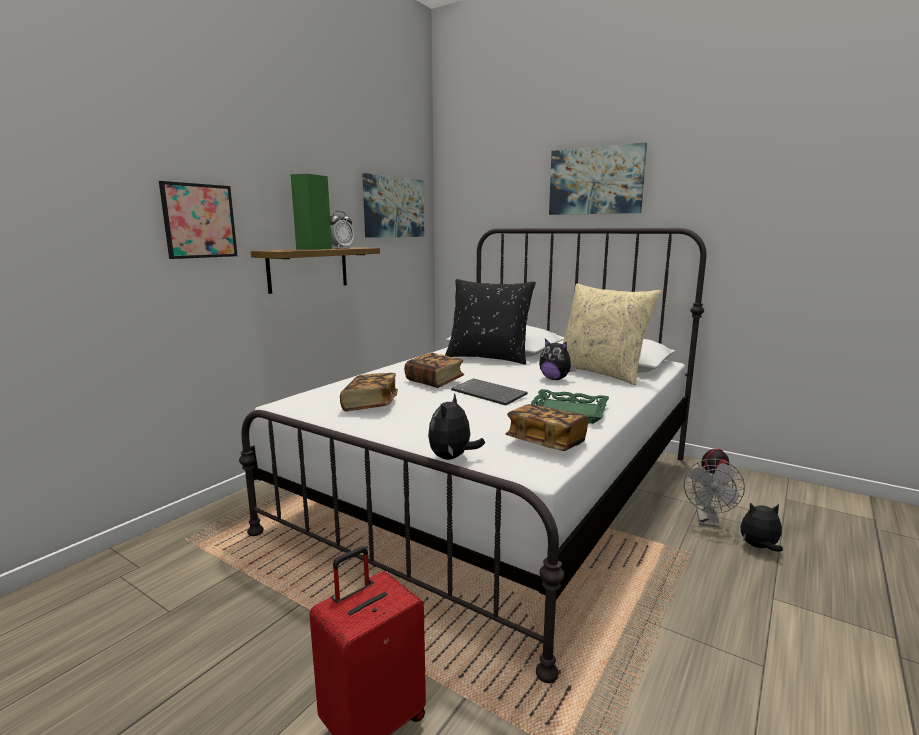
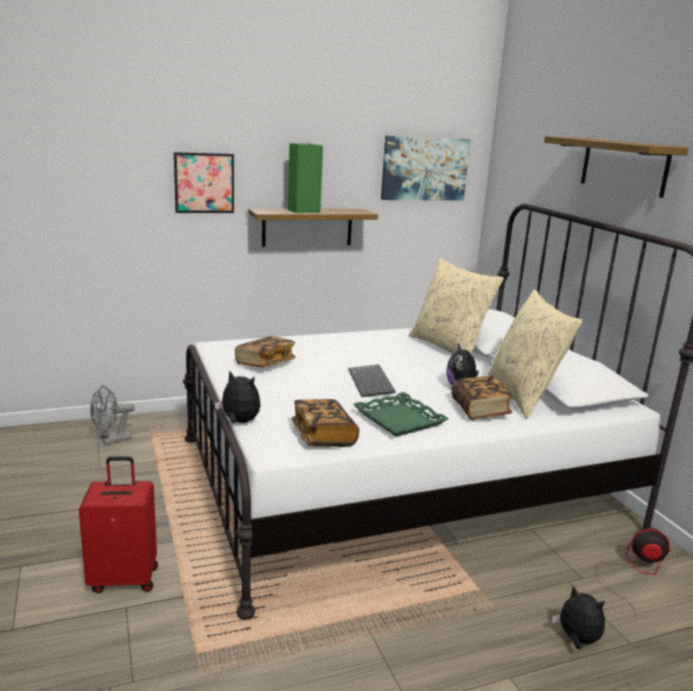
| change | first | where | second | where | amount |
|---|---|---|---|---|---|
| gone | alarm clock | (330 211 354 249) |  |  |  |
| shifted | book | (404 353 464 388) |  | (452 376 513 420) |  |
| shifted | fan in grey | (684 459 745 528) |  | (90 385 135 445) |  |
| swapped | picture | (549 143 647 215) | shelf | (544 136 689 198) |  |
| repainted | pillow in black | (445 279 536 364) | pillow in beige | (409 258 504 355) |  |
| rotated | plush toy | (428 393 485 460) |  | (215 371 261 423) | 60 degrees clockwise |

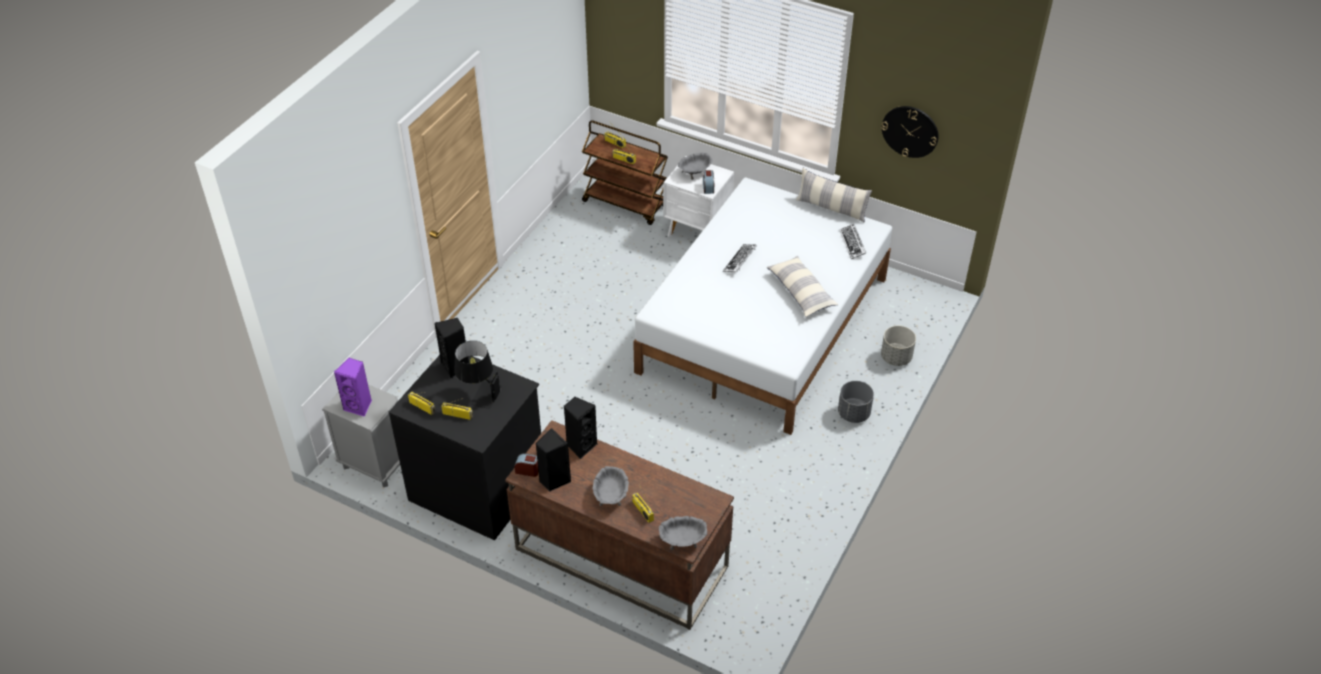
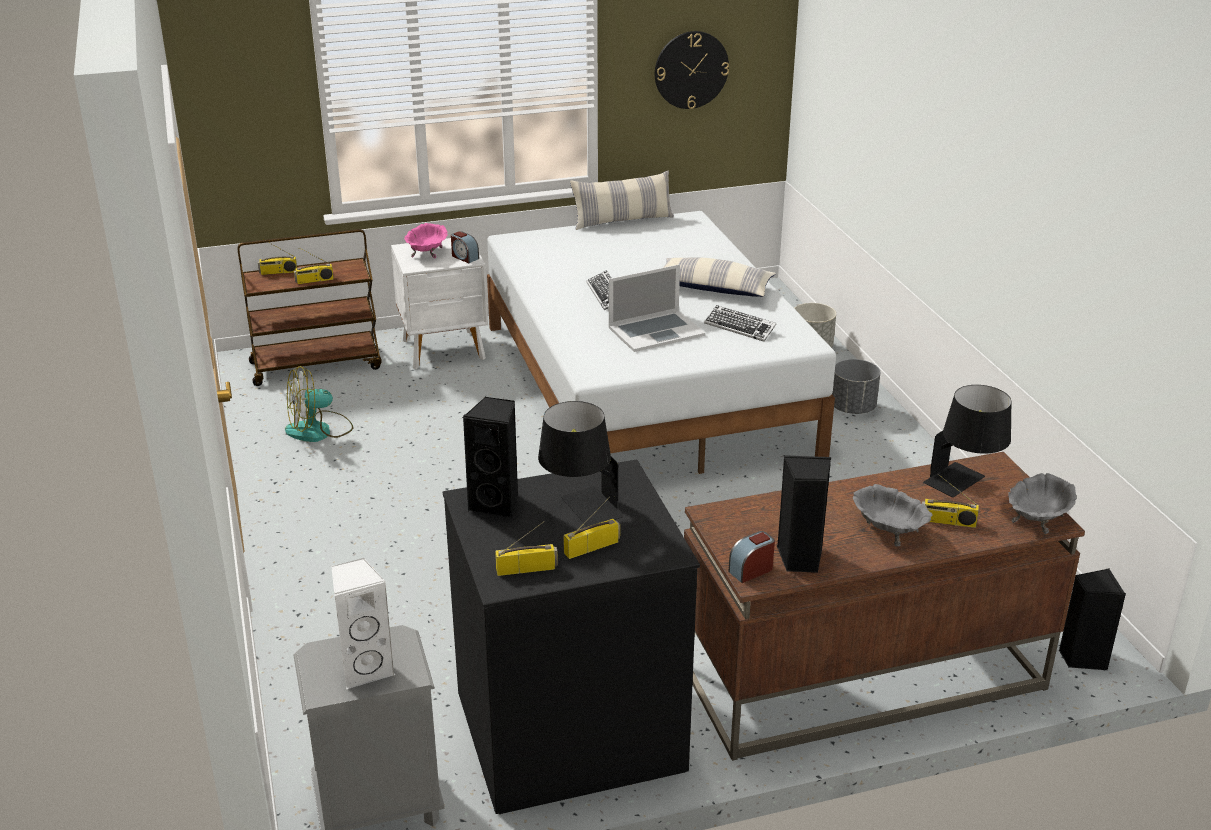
| change | first | where | second | where | amount |
|---|---|---|---|---|---|
| new |  |  | fan | (285 366 353 442) |  |
| new |  |  | laptop | (609 264 705 352) |  |
| new |  |  | table lamp in black | (923 385 1011 497) |  |
| shifted | speaker in black | (564 397 597 459) |  | (1059 568 1126 670) |  |
| shifted | keyboard | (840 224 866 259) |  | (704 305 776 342) |  |
| repainted | speaker in purple | (334 358 372 417) | speaker in white | (331 558 395 689) |  |
| repainted | bowl in grey | (678 152 713 180) | bowl in pink | (404 223 448 259) |  |

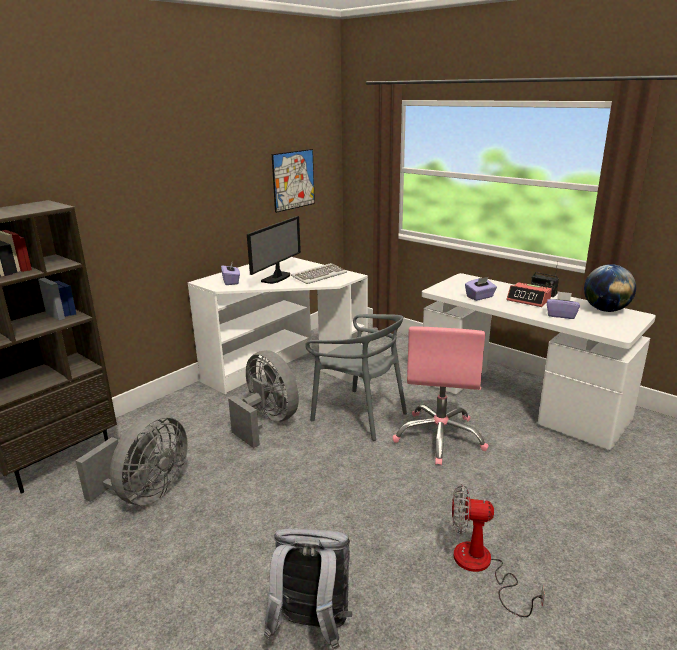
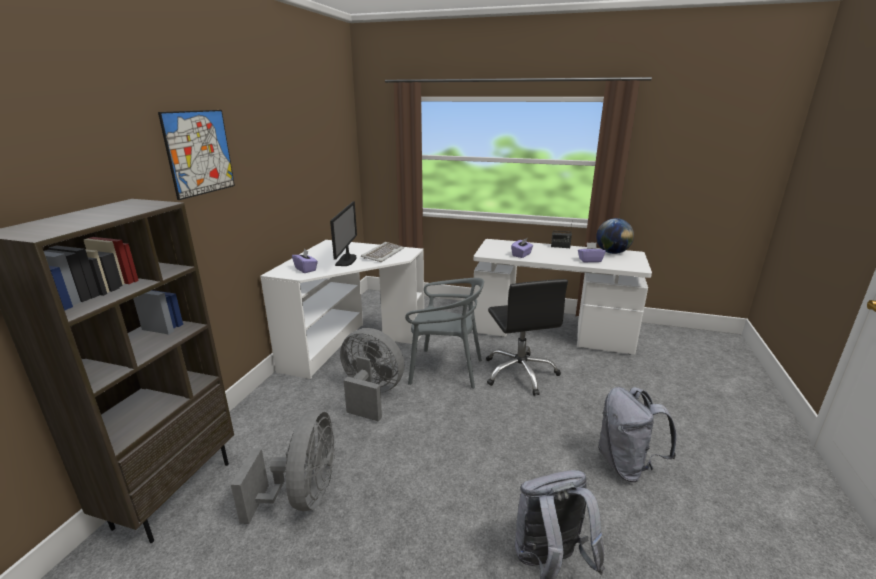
| change | first | where | second | where | amount |
|---|---|---|---|---|---|
| gone | alarm clock | (506 282 552 307) |  |  |  |
| shifted | picture | (272 149 315 213) |  | (158 110 235 200) |  |
| swapped | fan | (452 484 545 617) | backpack in grey | (598 387 677 482) |  |
| repainted | office chair in pink | (392 326 489 466) | office chair in black | (486 279 568 396) |  |

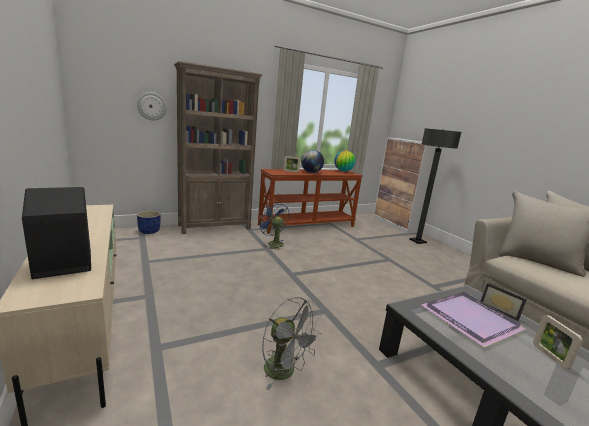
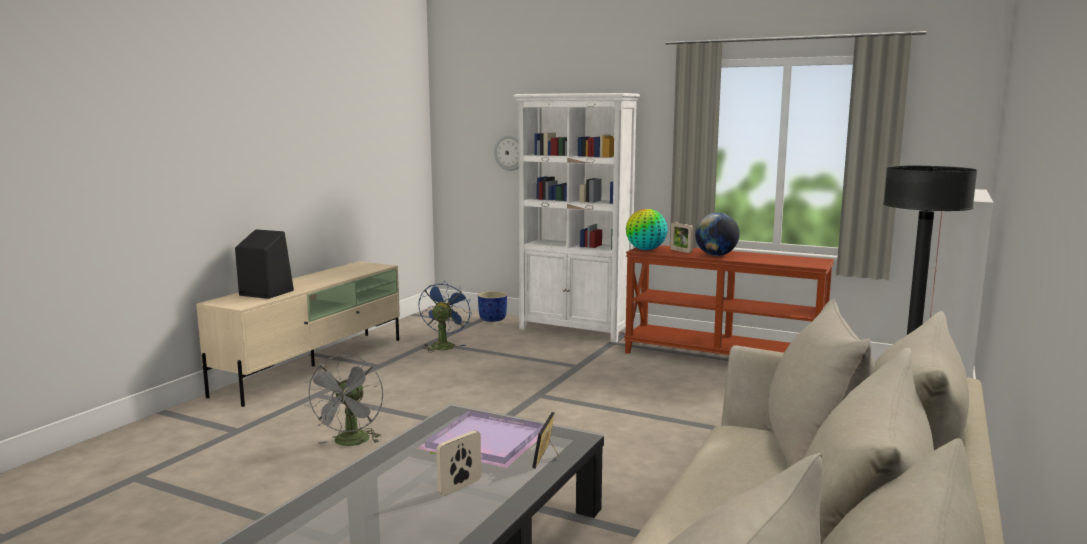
| change | first | where | second | where | amount |
|---|---|---|---|---|---|
| shifted | fan in blue | (257 202 289 249) |  | (418 280 472 351) |  |
| shifted | globe | (334 150 355 172) |  | (626 209 668 250) |  |
| repainted | bookcase in brown | (174 61 262 234) | bookcase in white | (514 93 640 343) |  |

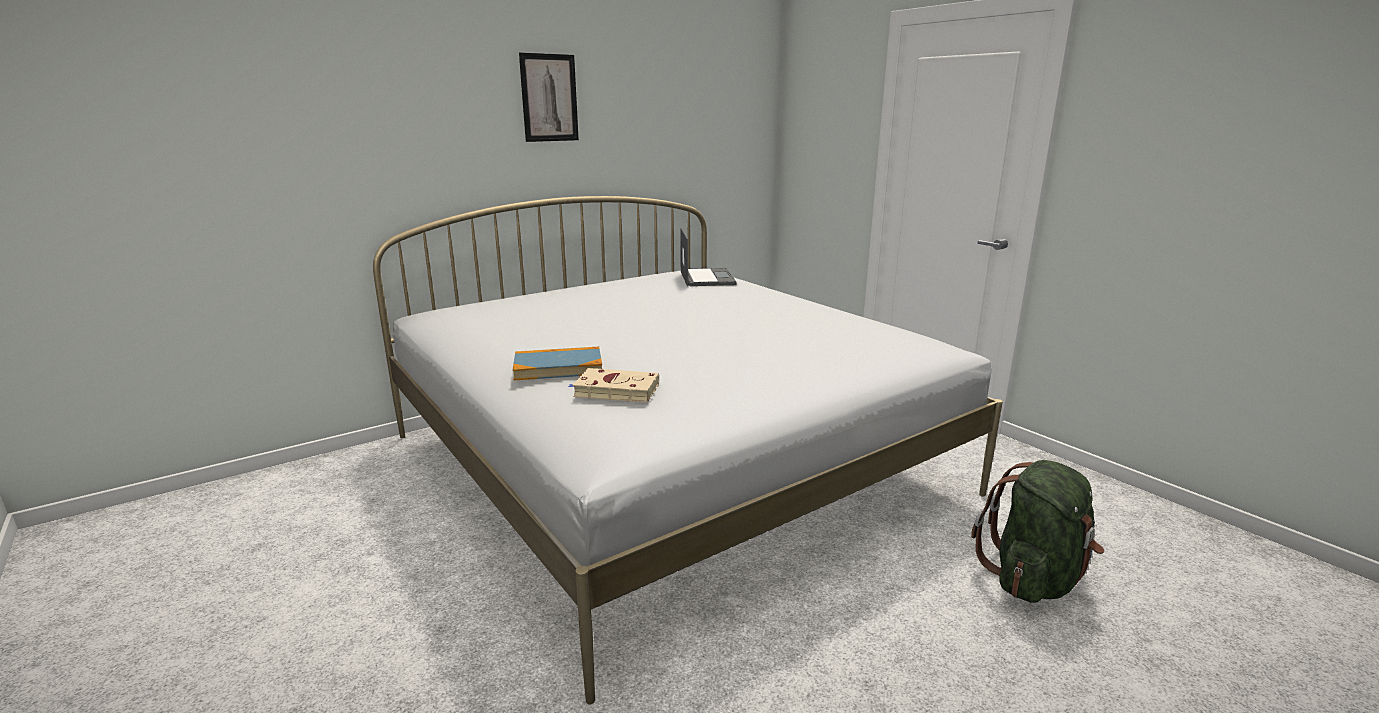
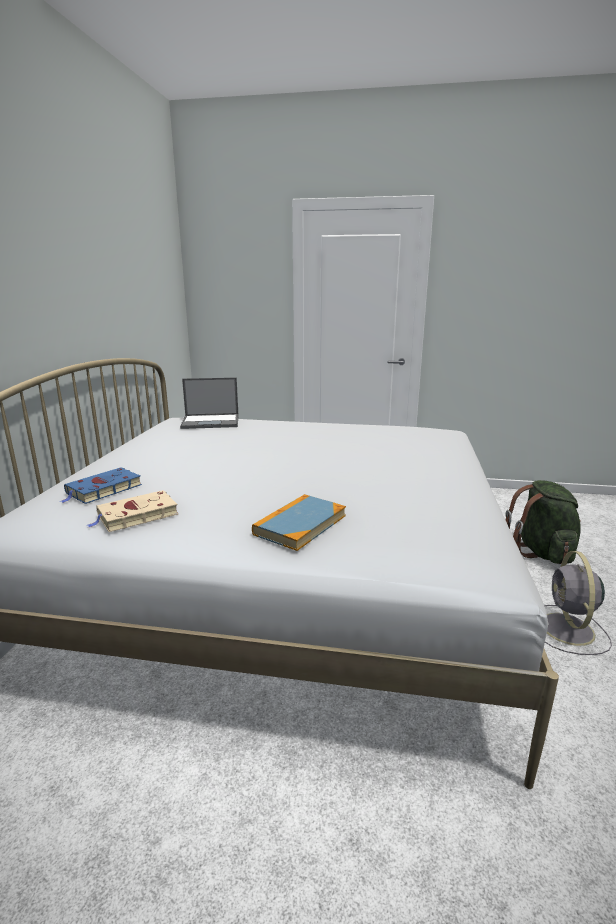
| change | first | where | second | where | amount |
|---|---|---|---|---|---|
| gone | picture | (519 52 579 142) |  |  |  |
| new |  |  | book in blue | (60 467 142 504) |  |
| new |  |  | fan in grey | (545 551 612 655) |  |
| shifted | book in beige | (568 368 659 403) |  | (87 490 178 532) |  |
| rotated | laptop | (680 228 737 286) |  | (180 377 239 429) | 135 degrees clockwise |

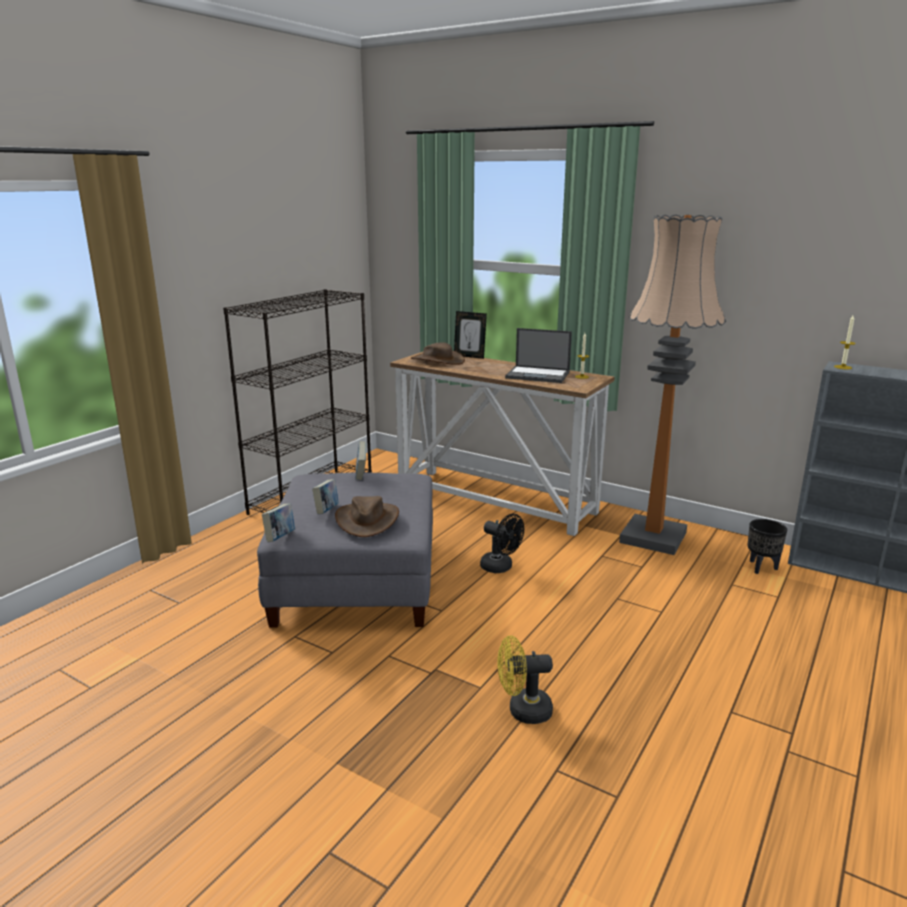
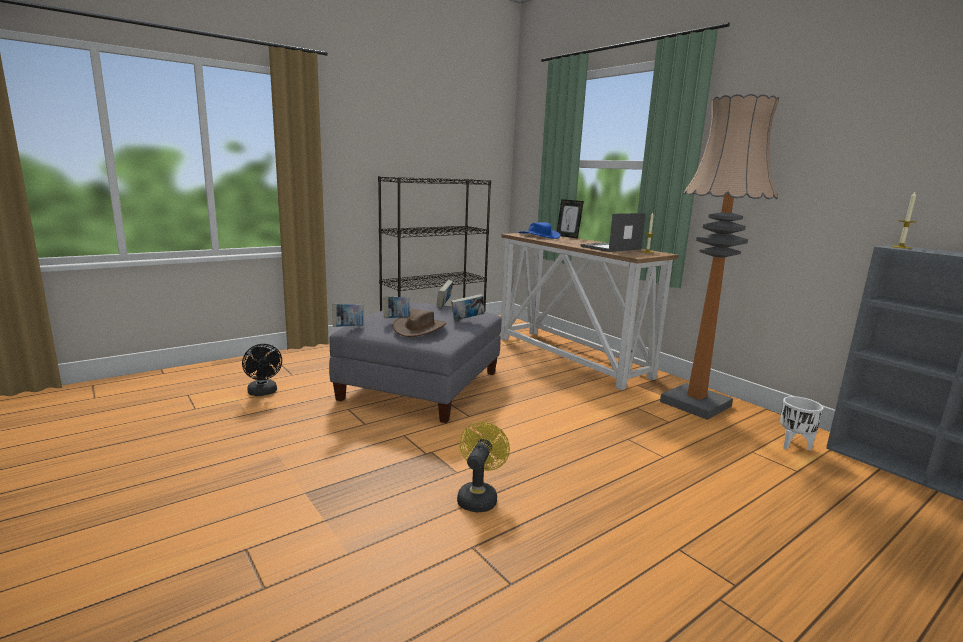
| change | first | where | second | where | amount |
|---|---|---|---|---|---|
| new |  |  | book | (451 294 485 320) |  |
| shifted | fan in black | (480 514 524 573) |  | (242 344 282 396) |  |
| repainted | hat in brown | (411 342 465 365) | hat in blue | (518 222 561 239) |  |
| repainted | planter in black | (748 519 787 574) | planter in white | (780 396 824 451) |  |
| rotated | fan in yellow | (497 635 553 724) |  | (457 422 510 512) | 90 degrees clockwise |
| rotated | laptop | (505 328 572 383) |  | (580 213 646 252) | 105 degrees clockwise |

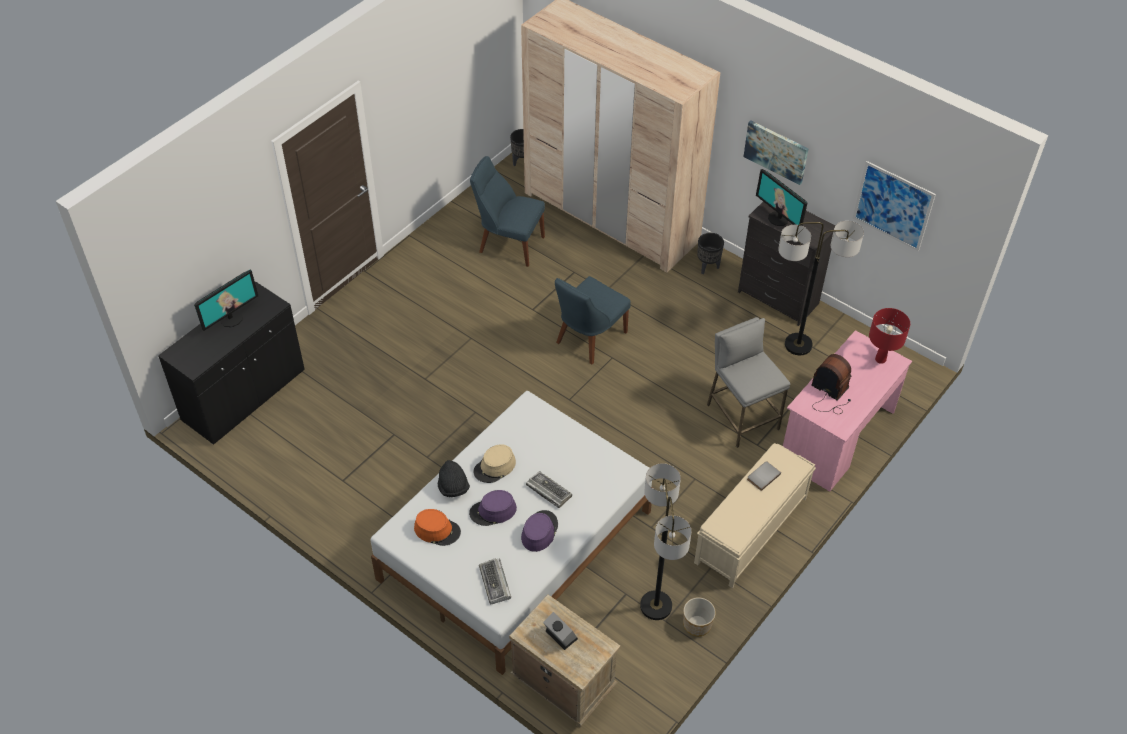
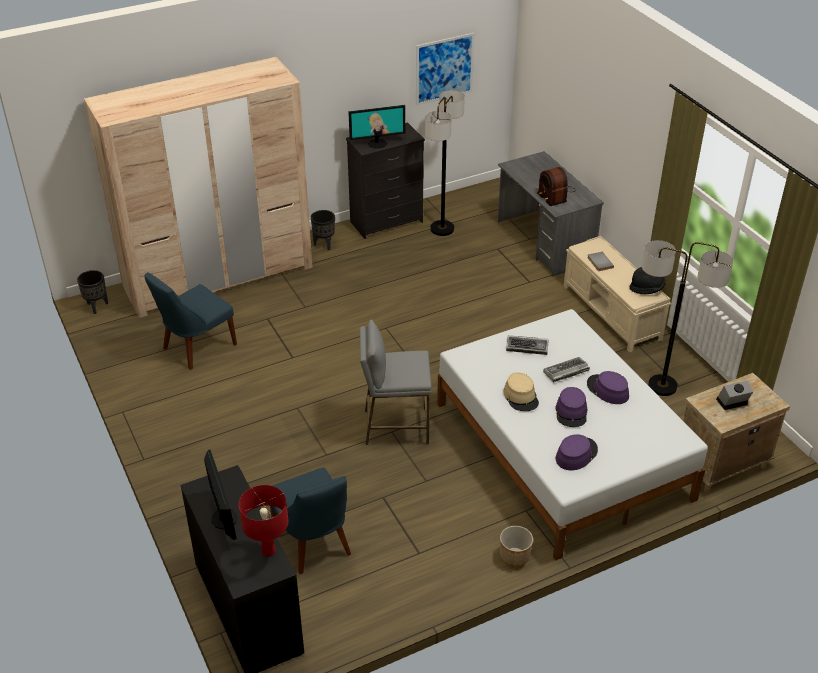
| change | first | where | second | where | amount |
|---|---|---|---|---|---|
| gone | picture | (743 120 809 185) |  |  |  |
| shifted | hat in black | (437 460 470 497) |  | (630 267 666 295) |  |
| shifted | keyboard | (479 559 511 604) |  | (506 335 549 355) |  |
| shifted | chair in blue | (555 276 631 364) |  | (270 467 351 574) |  |
| shifted | planter | (683 597 716 636) |  | (500 526 533 567) |  |
| shifted | stool in grey | (707 317 790 448) |  | (360 320 431 445) |  |
| shifted | table lamp in red | (869 308 910 364) |  | (239 485 288 557) |  |
| repainted | hat in orange | (414 509 461 546) | hat in purple | (556 434 598 470) |  |
| repainted | desk in pink | (783 330 912 492) | desk in grey | (497 151 604 277) |  |
| rotated | radio | (811 354 851 414) |  | (537 167 576 206) | 90 degrees counterclockwise |

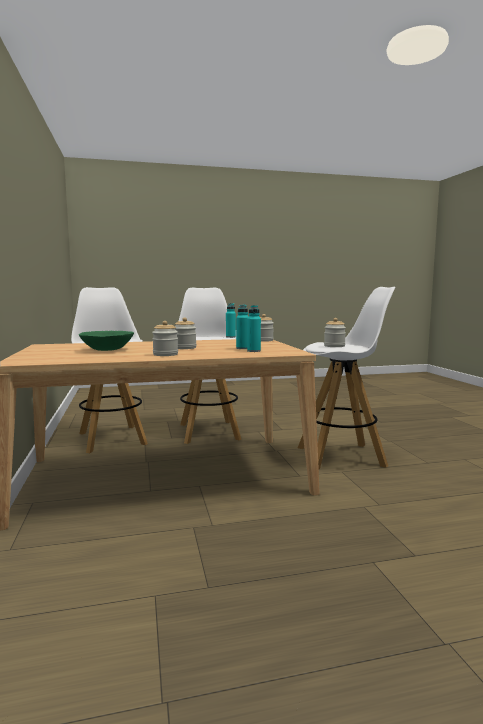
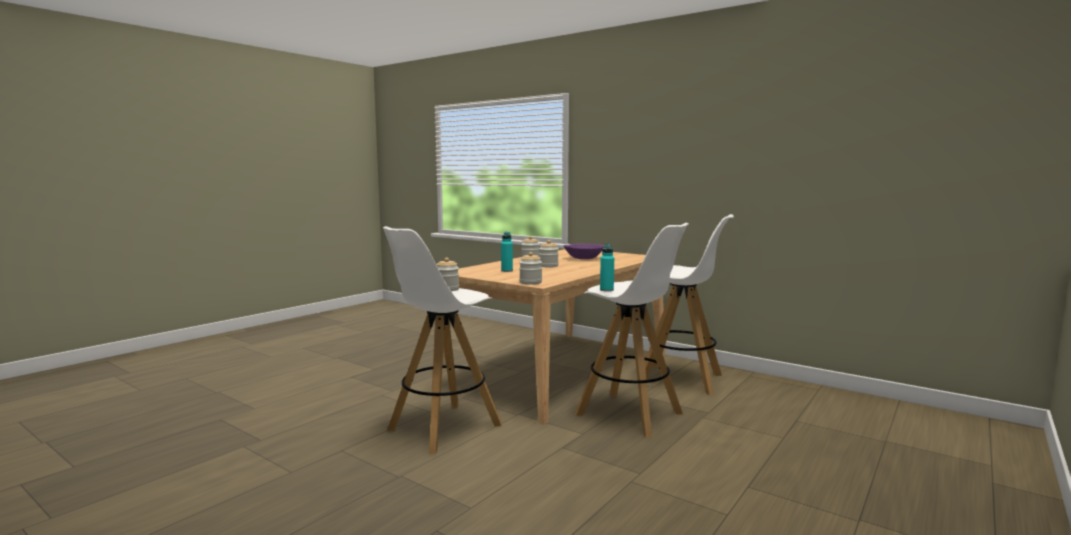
| change | first | where | second | where | amount |
|---|---|---|---|---|---|
| gone | bottle in turquoise | (247 305 261 352) |  |  |  |
| repainted | bowl in green | (79 331 134 351) | bowl in purple | (564 243 604 259) |  |

